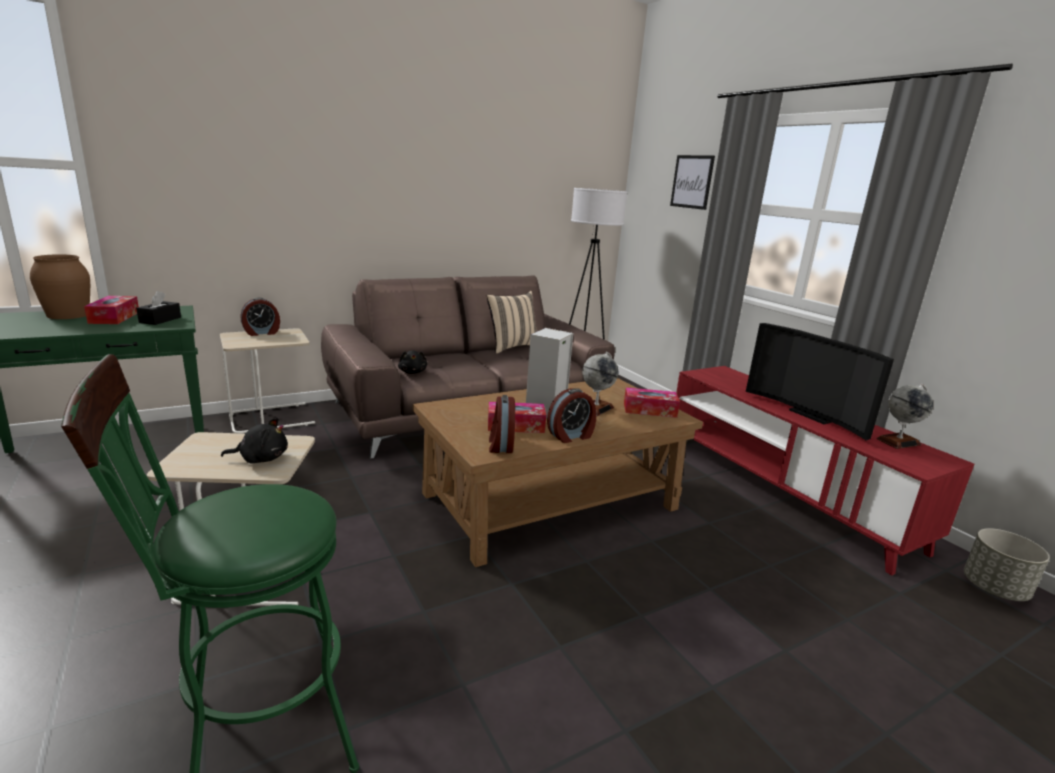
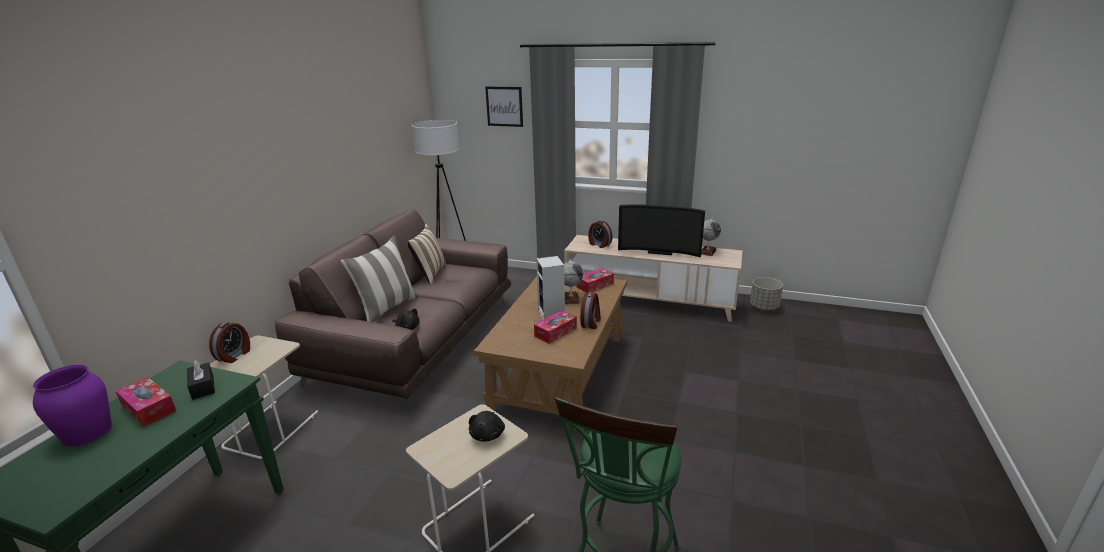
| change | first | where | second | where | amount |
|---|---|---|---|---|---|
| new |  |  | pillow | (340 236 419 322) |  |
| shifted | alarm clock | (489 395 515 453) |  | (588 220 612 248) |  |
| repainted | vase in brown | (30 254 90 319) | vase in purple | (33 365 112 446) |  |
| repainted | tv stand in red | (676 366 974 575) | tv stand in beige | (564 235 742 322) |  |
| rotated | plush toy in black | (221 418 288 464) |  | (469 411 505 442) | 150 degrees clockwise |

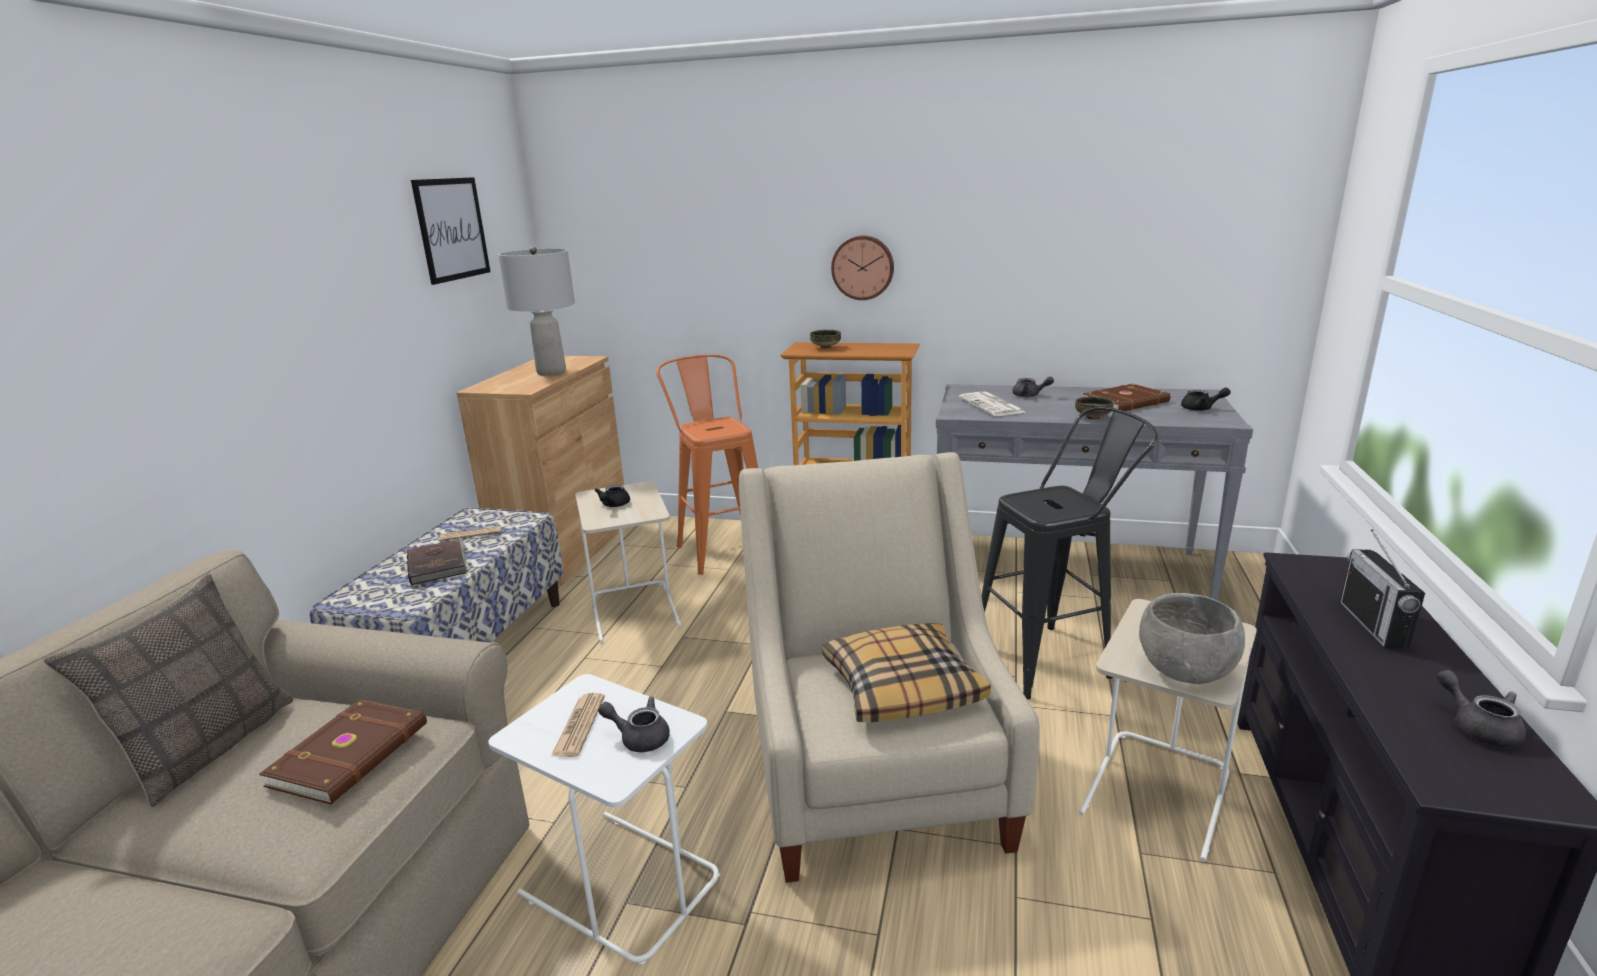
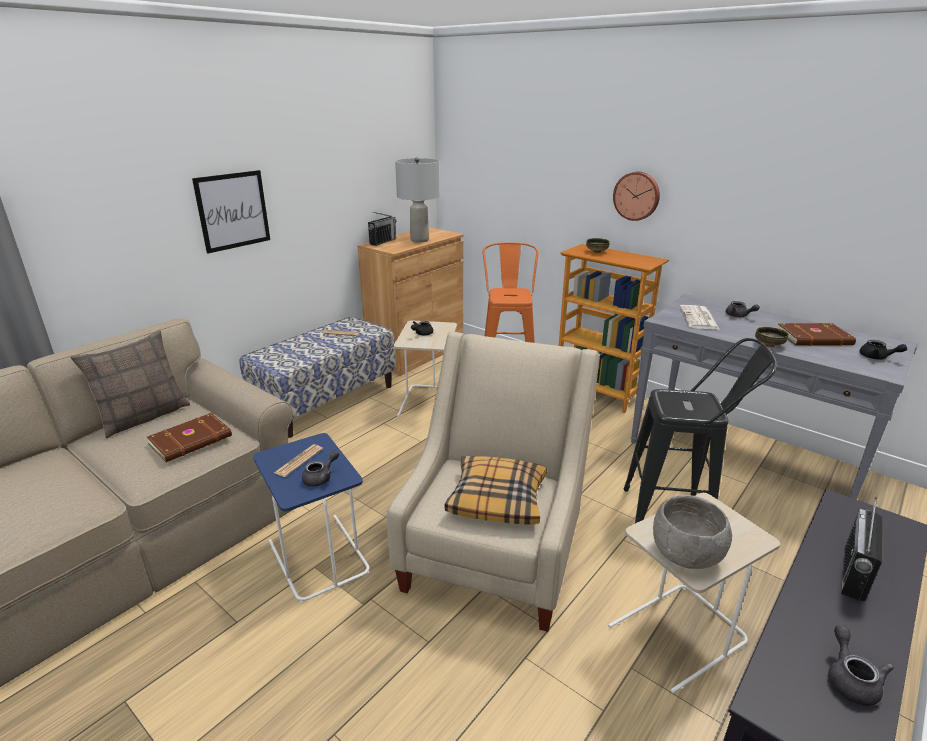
| change | first | where | second | where | amount |
|---|---|---|---|---|---|
| gone | book in brown | (407 539 466 585) |  |  |  |
| new |  |  | radio | (368 212 397 246) |  |
| shifted | picture | (411 177 490 285) |  | (192 170 270 253) |  |
| repainted | side table in white | (488 674 720 965) | side table in blue | (253 433 370 602) |  |
| rotated | teapot in grey | (598 696 670 752) |  | (302 450 339 487) | 90 degrees clockwise |

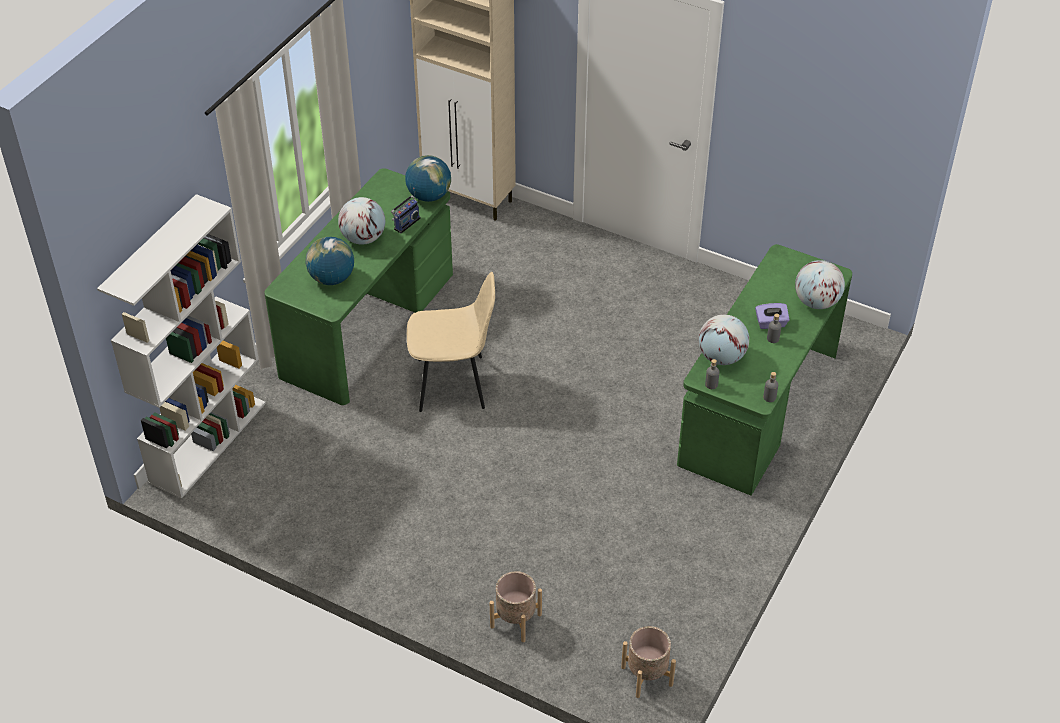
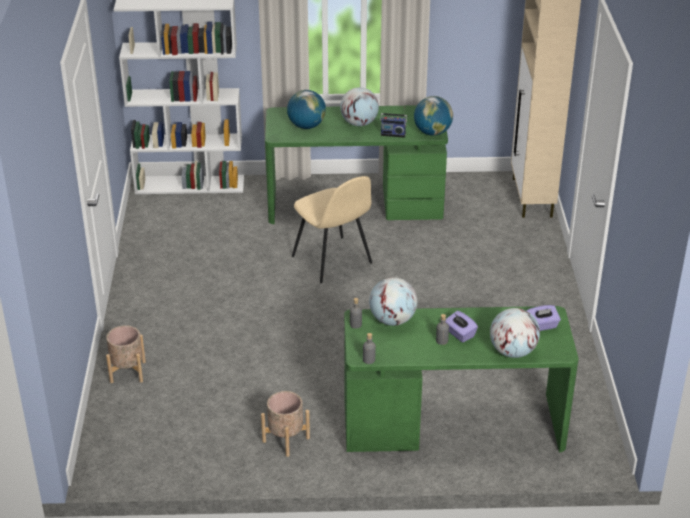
| change | first | where | second | where | amount |
|---|---|---|---|---|---|
| new |  |  | tissue box in purple | (526 305 561 331) |  |
| shifted | planter in beige | (621 626 676 698) |  | (261 391 310 457) |  |

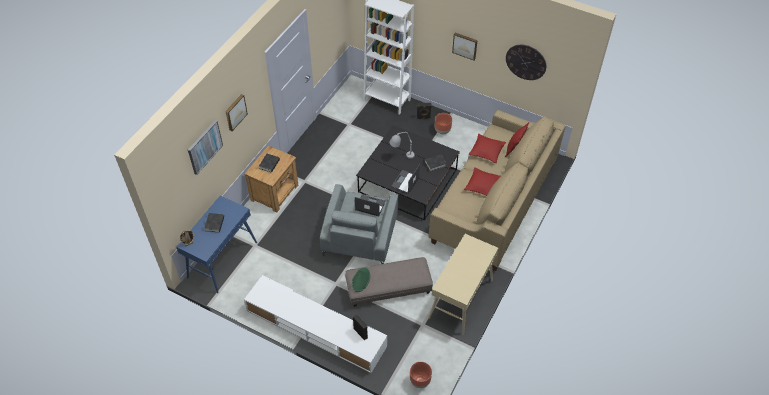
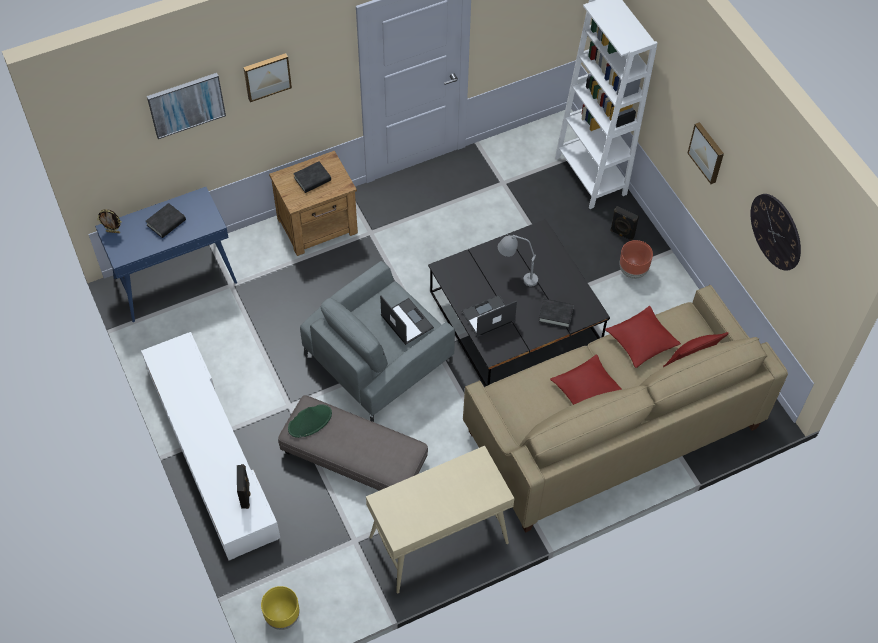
| change | first | where | second | where | amount |
|---|---|---|---|---|---|
| repainted | planter in brown | (410 362 432 388) | planter in yellow | (261 586 299 630) |  |

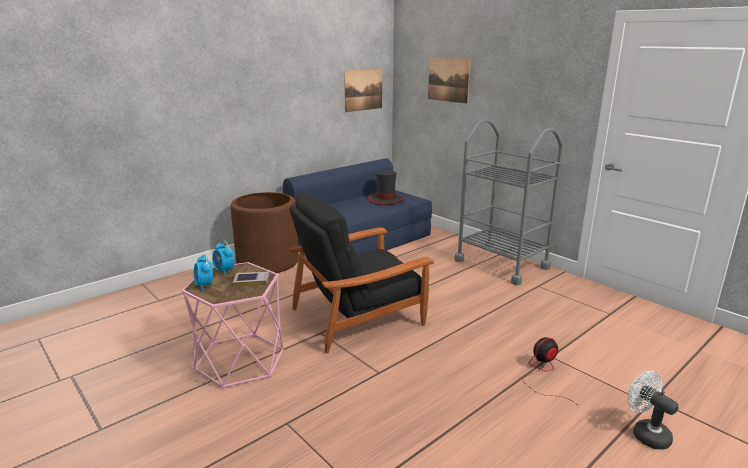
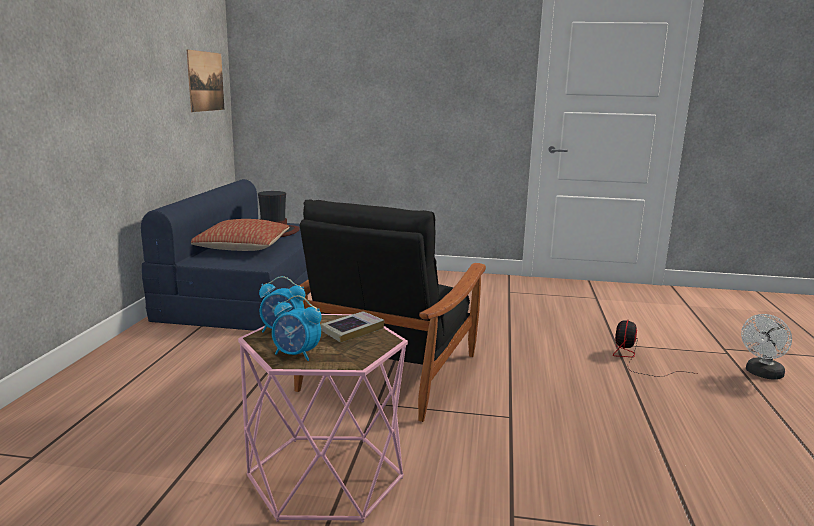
| change | first | where | second | where | amount |
|---|---|---|---|---|---|
| gone | planter in brown | (230 192 299 273) |  |  |  |
| gone | picture | (428 57 471 104) |  |  |  |
| gone | cart in grey | (454 119 563 285) |  |  |  |
| new |  |  | pillow | (191 219 289 251) |  |
| rotated | fan in white | (627 371 679 449) |  | (741 314 792 380) | 60 degrees counterclockwise |

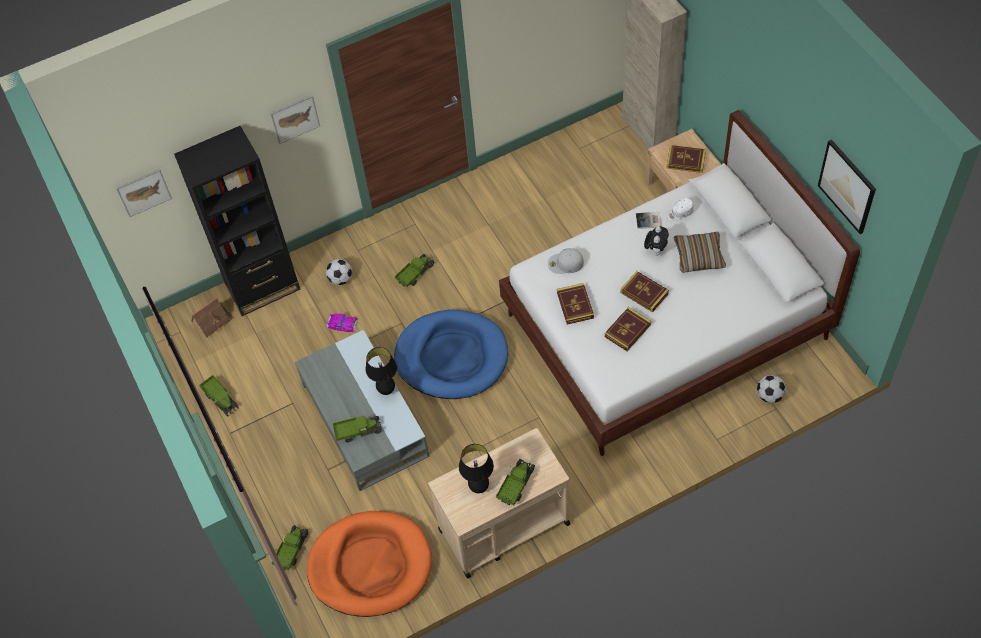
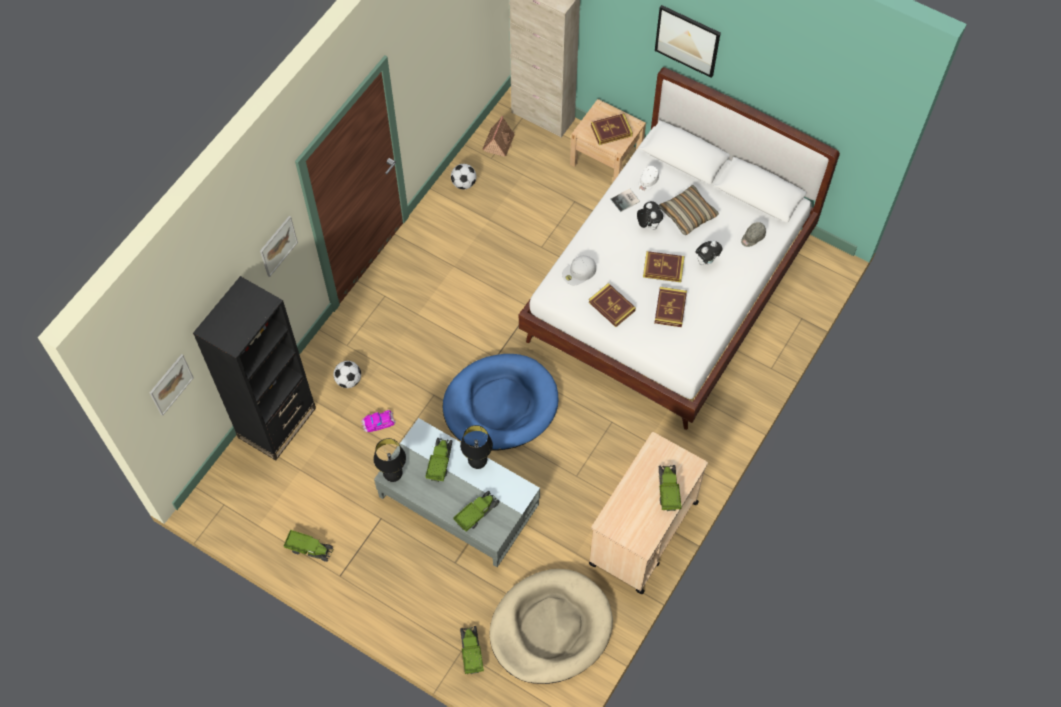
| change | first | where | second | where | amount |
|---|---|---|---|---|---|
| new |  |  | plush toy | (695 241 722 265) |  |
| new |  |  | cap in grey | (741 222 766 247) |  |
| shifted | toy house | (191 298 234 338) |  | (482 116 515 157) |  |
| shifted | toy truck | (395 254 435 287) |  | (425 438 452 482) |  |
| shifted | table lamp in black | (459 444 494 493) |  | (374 438 406 482) |  |
| shifted | football | (757 375 786 403) |  | (451 164 476 189) |  |
| shifted | picture | (818 139 876 234) |  | (655 5 721 78) |  |
| repainted | dog bed in orange | (307 511 432 617) | dog bed in beige | (490 569 613 684) |  |

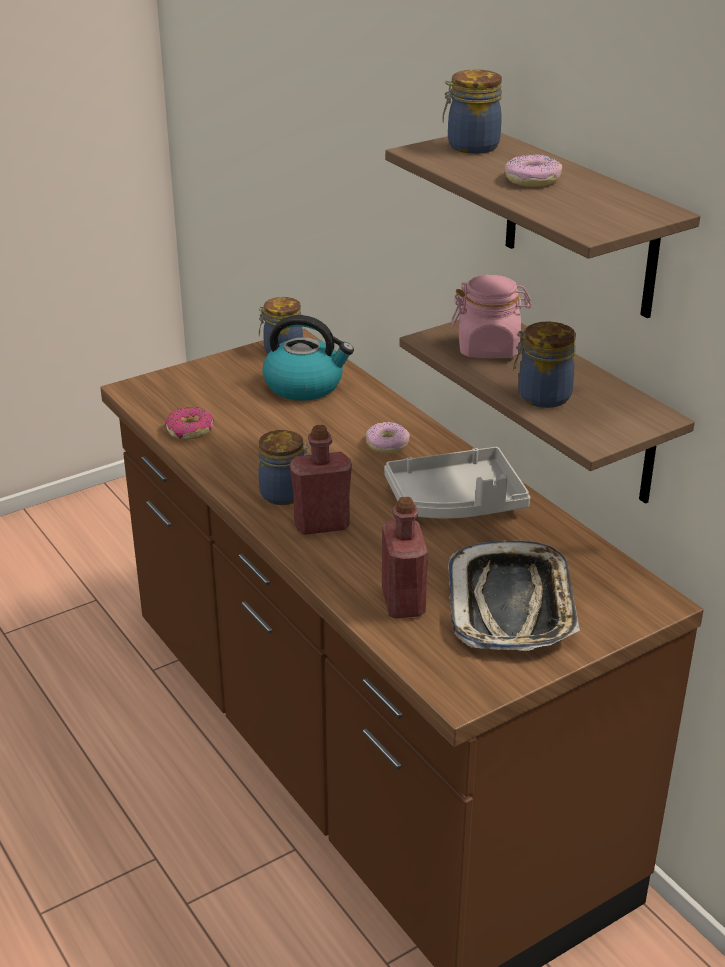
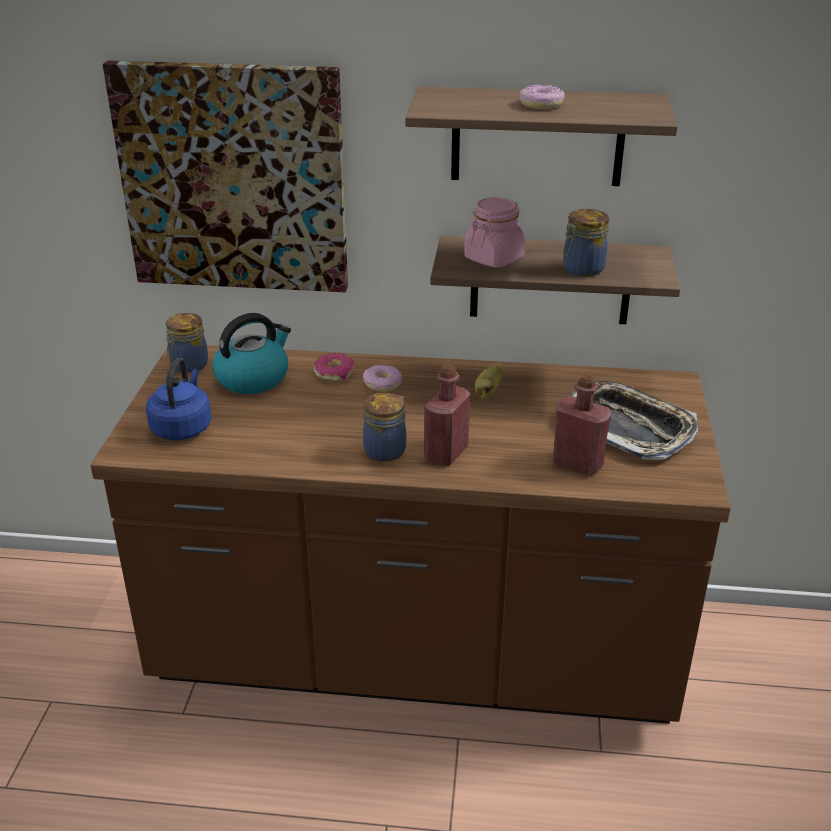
| change | first | where | second | where | amount |
|---|---|---|---|---|---|
| gone | jar | (442 69 502 154) |  |  |  |
| new |  |  | picture | (103 60 348 293) |  |
| new |  |  | kettle in blue | (146 358 211 440) |  |
| shifted | donut | (165 407 214 440) |  | (314 353 354 382) |  |
| swapped | tray in grey | (384 447 531 519) | banana | (475 364 503 399) |  |

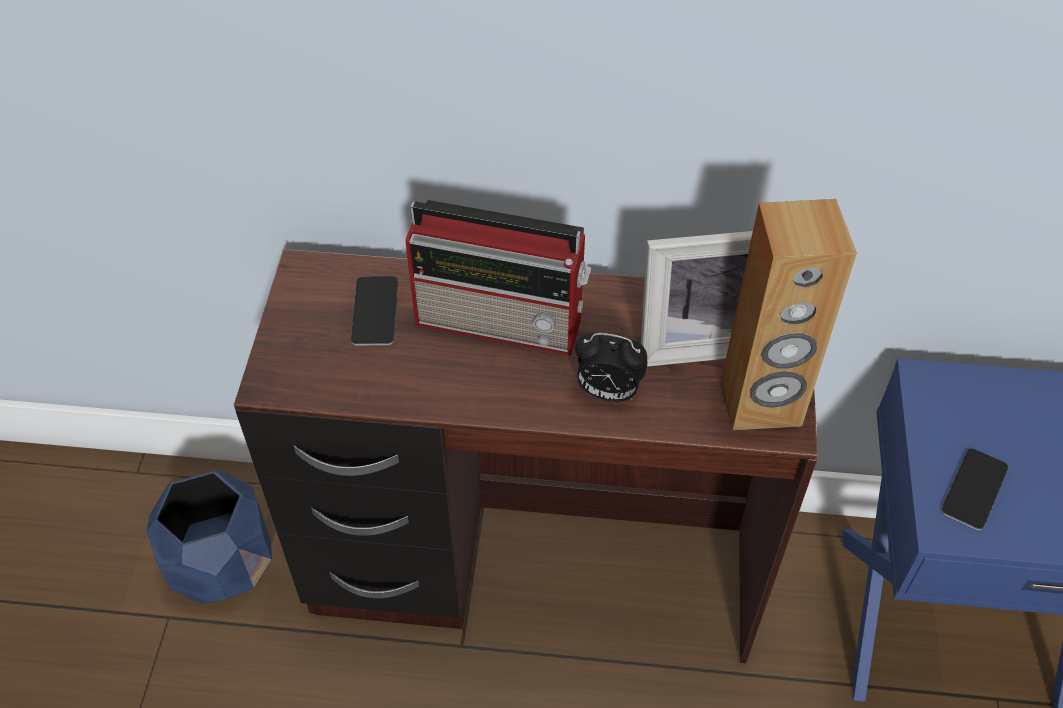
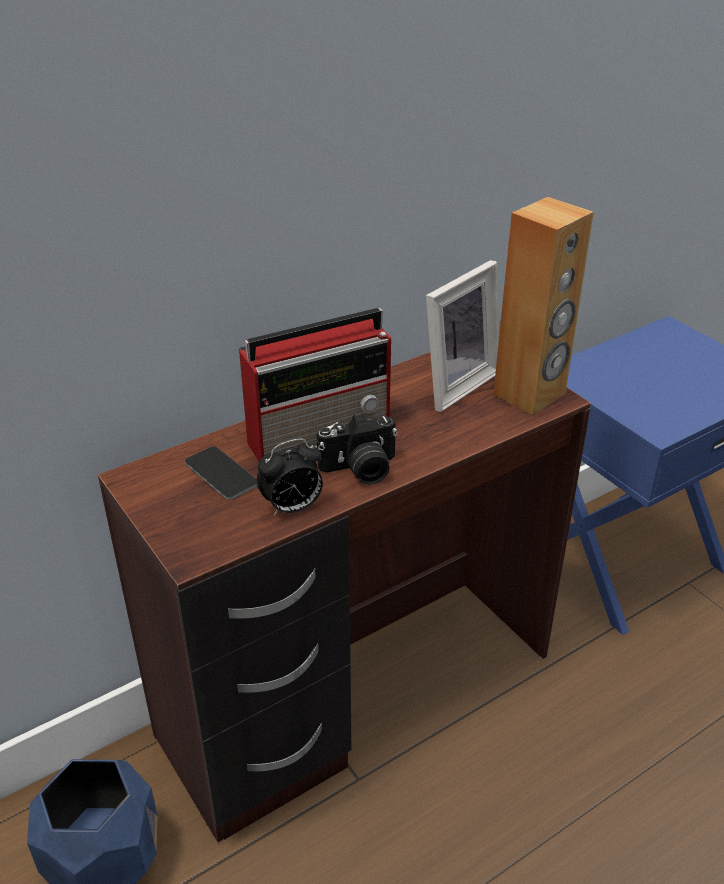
| change | first | where | second | where | amount |
|---|---|---|---|---|---|
| gone | phone | (941 449 1008 530) |  |  |  |
| new |  |  | photo camera | (317 413 398 484) |  |
| shifted | alarm clock | (575 333 648 402) |  | (257 438 323 516) |  |

